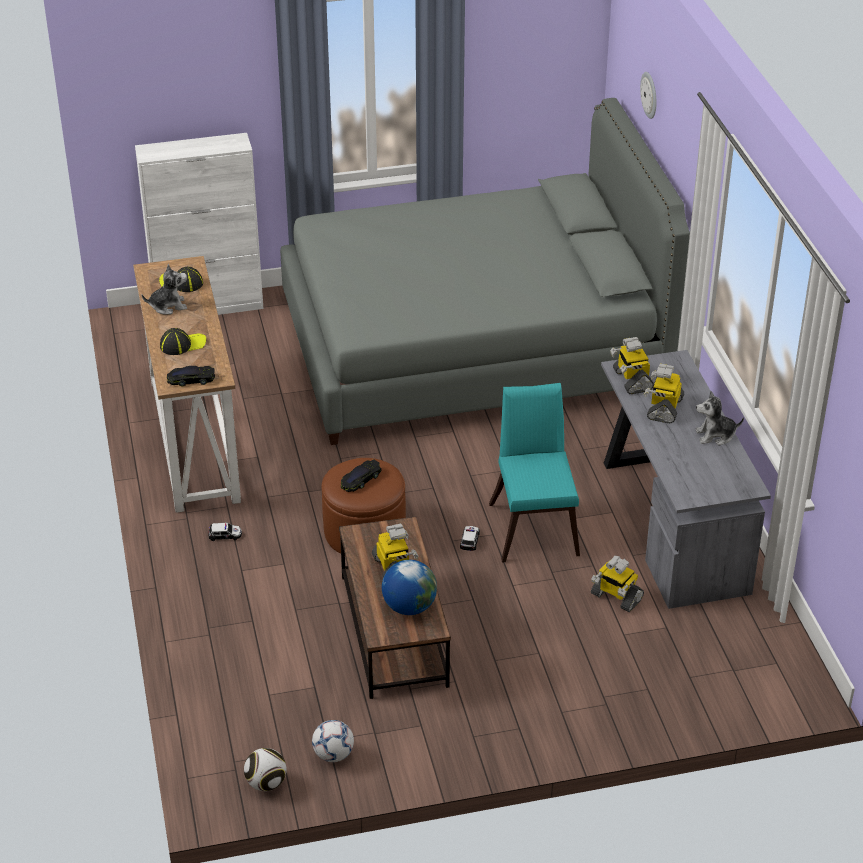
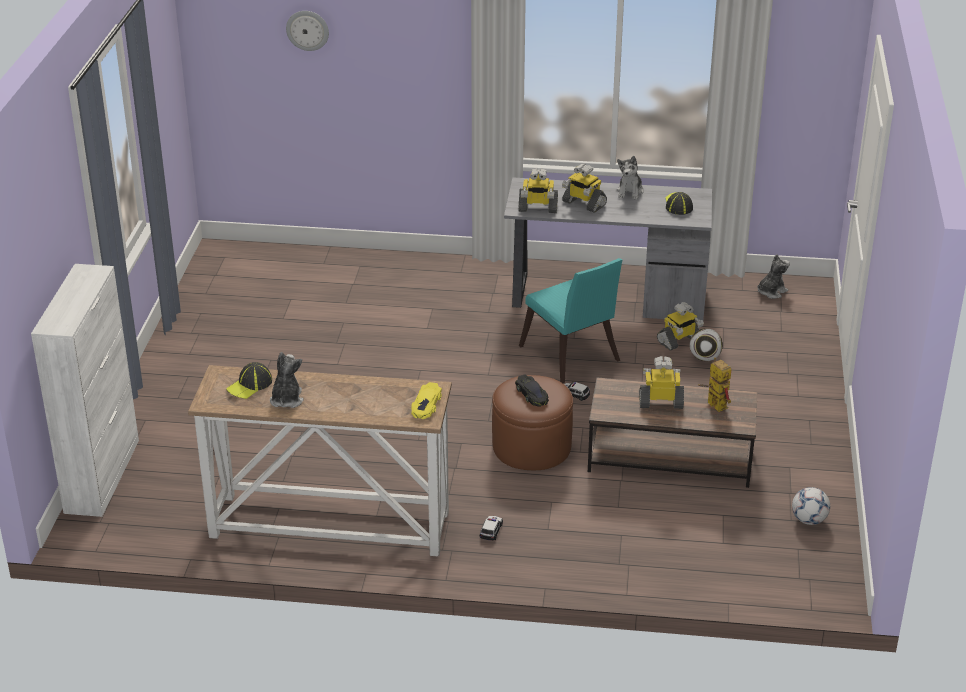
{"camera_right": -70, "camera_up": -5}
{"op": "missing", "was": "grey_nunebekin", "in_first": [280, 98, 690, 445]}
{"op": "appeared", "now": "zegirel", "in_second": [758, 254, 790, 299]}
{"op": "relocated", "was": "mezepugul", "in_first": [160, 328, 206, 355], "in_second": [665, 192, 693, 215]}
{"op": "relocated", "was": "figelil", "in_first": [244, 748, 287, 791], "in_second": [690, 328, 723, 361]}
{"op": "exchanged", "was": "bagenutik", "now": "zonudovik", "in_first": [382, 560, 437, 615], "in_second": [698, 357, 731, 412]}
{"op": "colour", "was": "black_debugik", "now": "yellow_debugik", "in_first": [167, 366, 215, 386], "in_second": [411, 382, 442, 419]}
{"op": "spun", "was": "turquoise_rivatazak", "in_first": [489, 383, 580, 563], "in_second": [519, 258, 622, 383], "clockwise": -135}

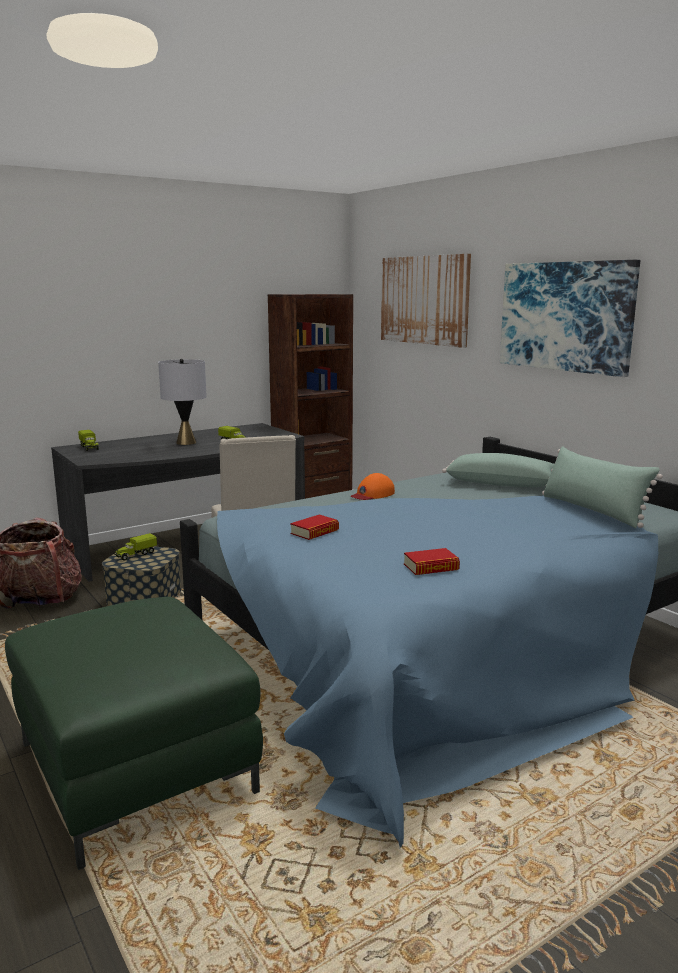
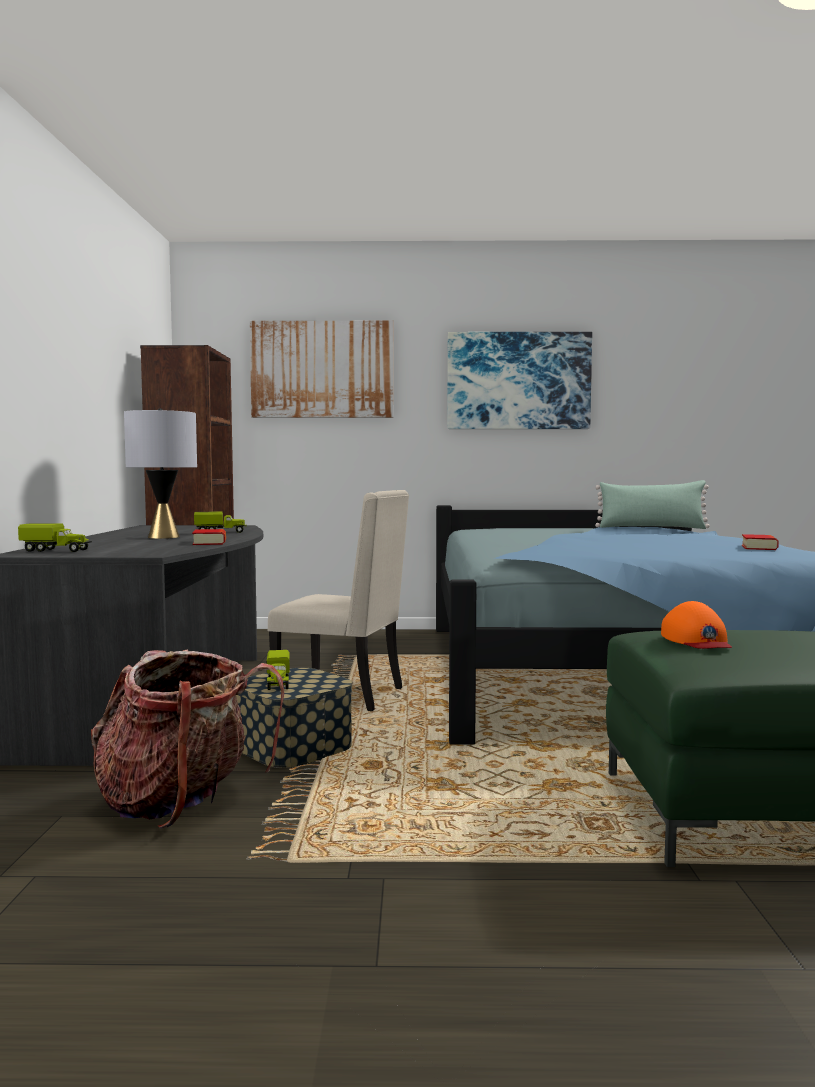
{"camera_right": -55, "camera_up": -10}
{"op": "missing", "was": "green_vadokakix", "in_first": [442, 453, 554, 487]}
{"op": "relocated", "was": "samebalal", "in_first": [290, 515, 339, 540], "in_second": [192, 529, 226, 545]}
{"op": "relocated", "was": "orange_mezepugul", "in_first": [350, 473, 395, 500], "in_second": [661, 601, 732, 649]}

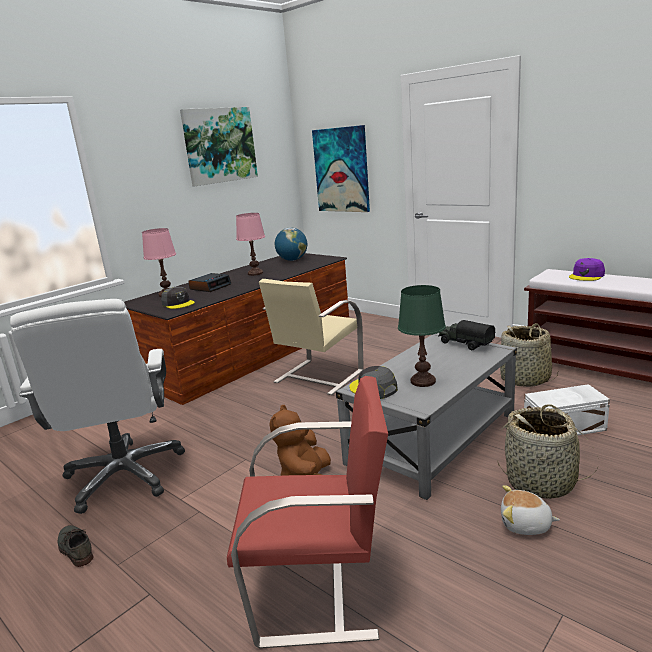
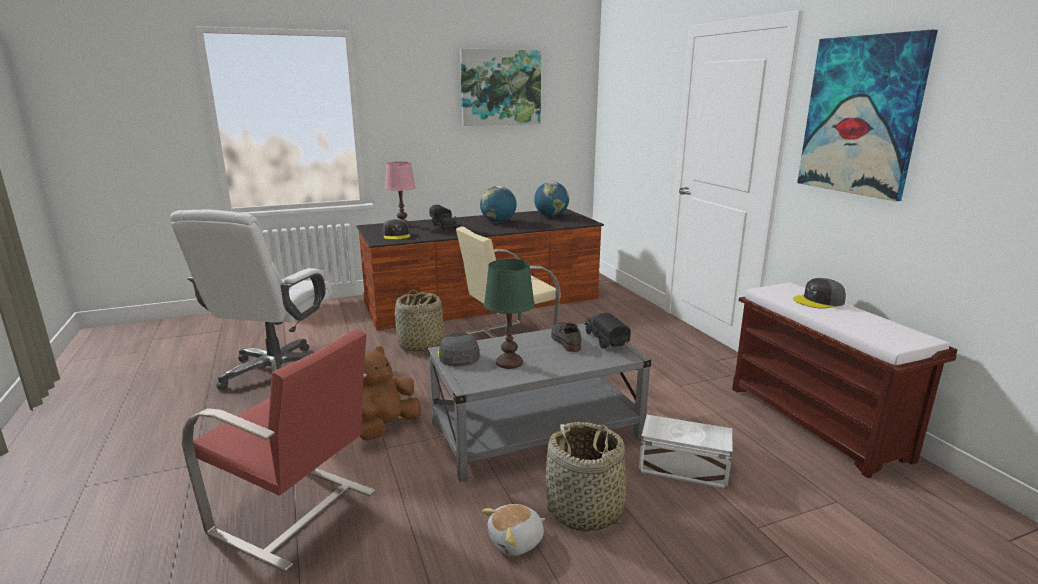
{"camera_right": 25, "camera_up": 0}
{"op": "relocated", "was": "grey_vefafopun", "in_first": [58, 525, 94, 567], "in_second": [551, 323, 582, 352]}
{"op": "relocated", "was": "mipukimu", "in_first": [312, 125, 370, 212], "in_second": [797, 30, 938, 201]}
{"op": "relocated", "was": "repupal", "in_first": [500, 323, 559, 387], "in_second": [395, 290, 445, 352]}
{"op": "exchanged", "was": "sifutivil", "now": "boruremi", "in_first": [188, 273, 231, 292], "in_second": [429, 205, 457, 230]}
{"op": "exchanged", "was": "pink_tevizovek", "now": "bagenutik", "in_first": [236, 213, 265, 276], "in_second": [480, 186, 517, 223]}
{"op": "colour", "was": "purple_mezepugul", "now": "grey_mezepugul", "in_first": [569, 258, 605, 281], "in_second": [793, 278, 846, 309]}
{"op": "spun", "was": "zegirel", "in_first": [501, 485, 560, 535], "in_second": [482, 504, 545, 556], "clockwise": -75}

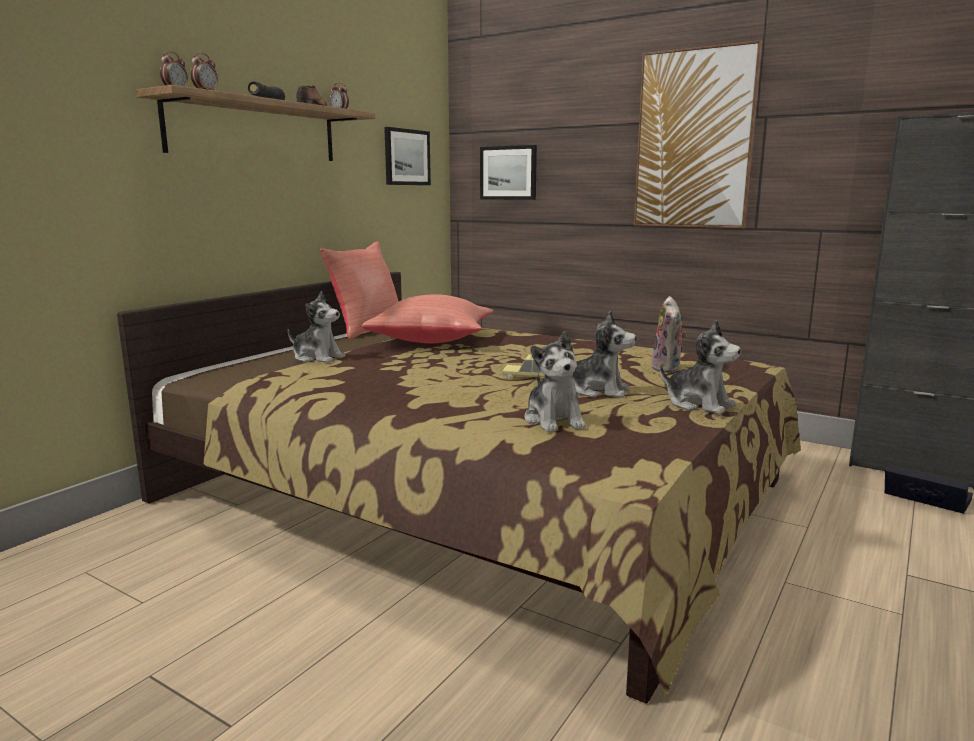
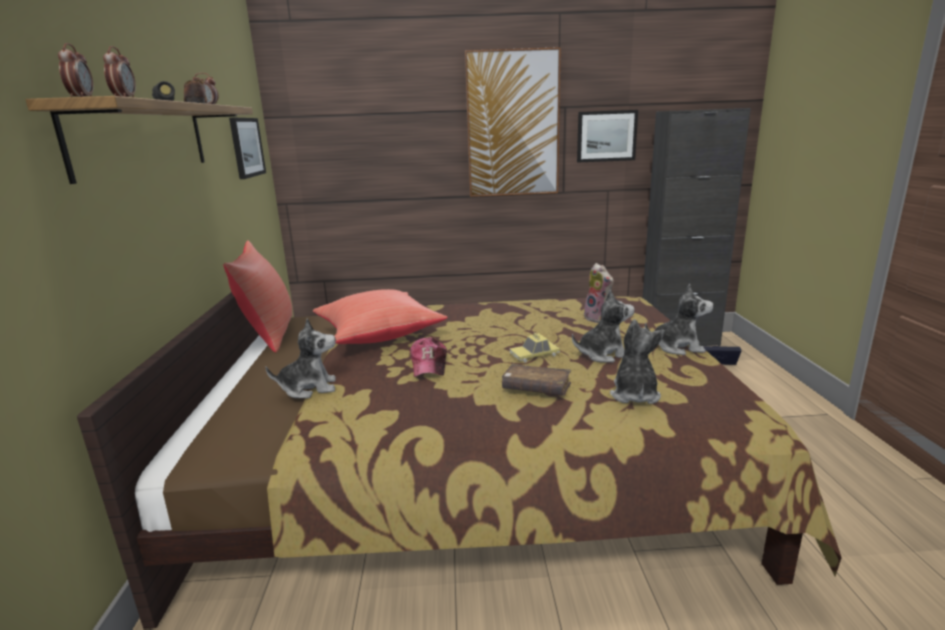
{"camera_right": -35, "camera_up": 5}
{"op": "appeared", "now": "mezepugul", "in_second": [410, 337, 447, 377]}
{"op": "appeared", "now": "brown_samebalal", "in_second": [502, 364, 571, 396]}
{"op": "relocated", "was": "mipukimu", "in_first": [480, 145, 537, 200], "in_second": [577, 110, 638, 162]}
{"op": "spun", "was": "zegirel", "in_first": [525, 331, 586, 432], "in_second": [610, 319, 665, 404], "clockwise": -120}

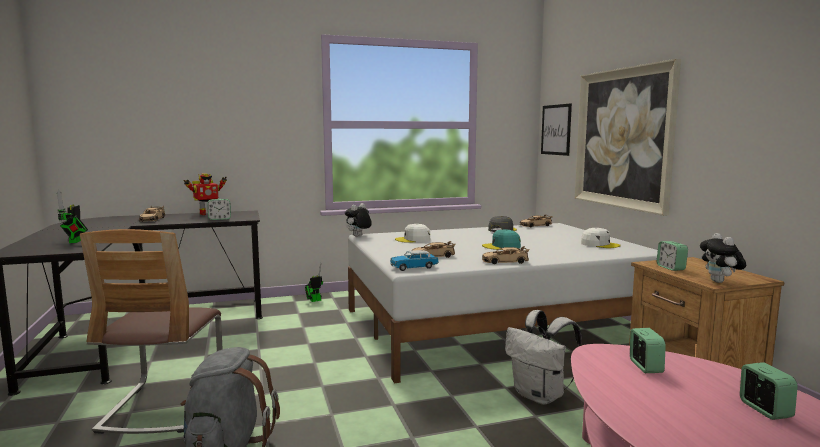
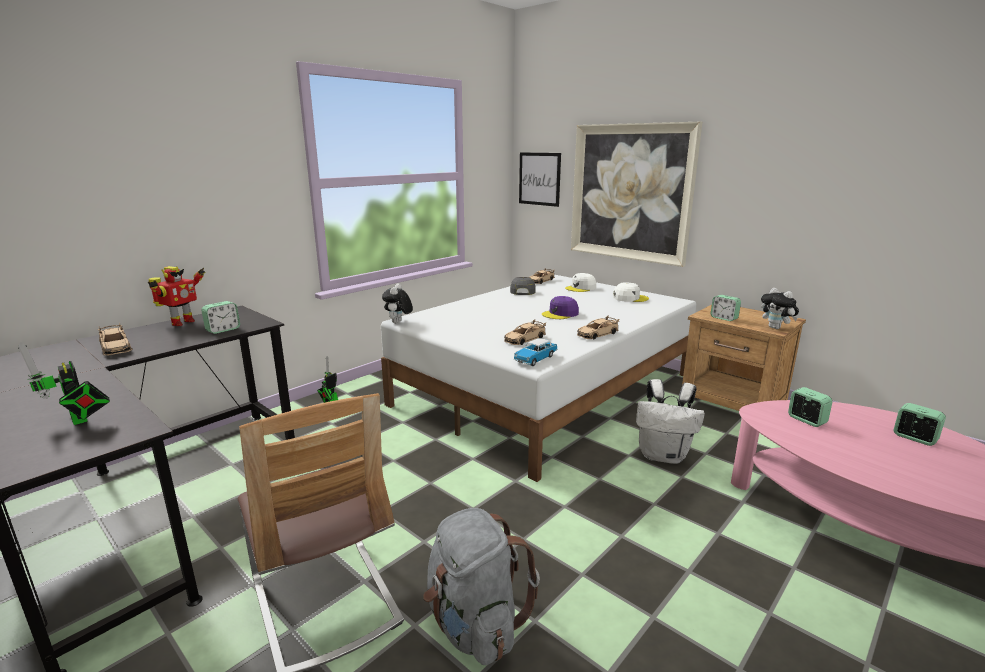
{"camera_right": -30, "camera_up": 10}
{"op": "relocated", "was": "white_mezepugul", "in_first": [395, 224, 431, 243], "in_second": [565, 273, 596, 292]}
{"op": "colour", "was": "turquoise_mezepugul", "now": "purple_mezepugul", "in_first": [482, 229, 521, 250], "in_second": [542, 296, 579, 319]}

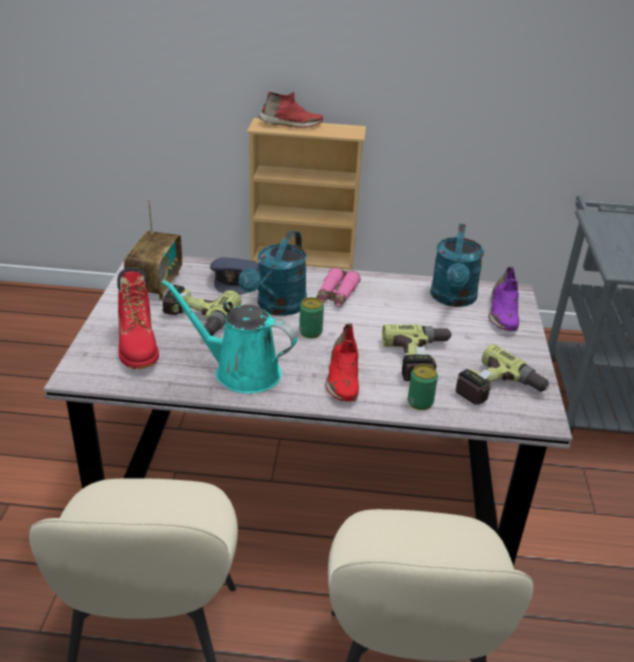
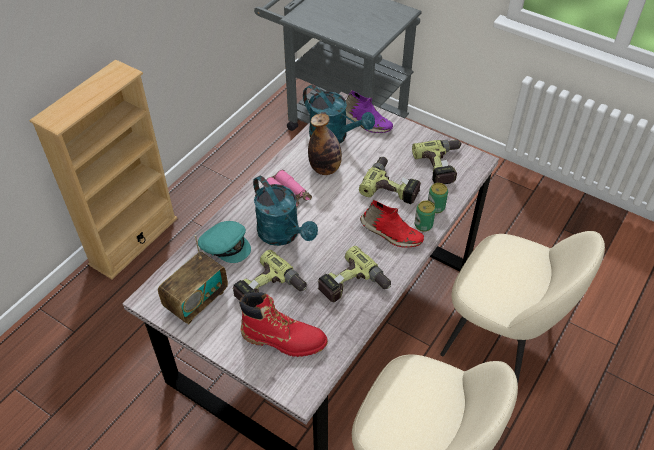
{"camera_right": -60, "camera_up": 15}
{"op": "missing", "was": "red_vefafopun", "in_first": [259, 91, 323, 128]}
{"op": "appeared", "now": "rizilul", "in_second": [308, 113, 342, 175]}
{"op": "relocated", "was": "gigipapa", "in_first": [299, 297, 324, 338], "in_second": [415, 201, 436, 232]}
{"op": "exchanged", "was": "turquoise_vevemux", "now": "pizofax", "in_first": [161, 279, 297, 394], "in_second": [318, 246, 391, 302]}
{"op": "colour", "was": "grey_mezepugul", "now": "turquoise_mezepugul", "in_first": [210, 257, 259, 295], "in_second": [198, 221, 251, 263]}
{"op": "spun", "was": "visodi", "in_first": [124, 200, 182, 300], "in_second": [158, 235, 228, 324], "clockwise": 90}

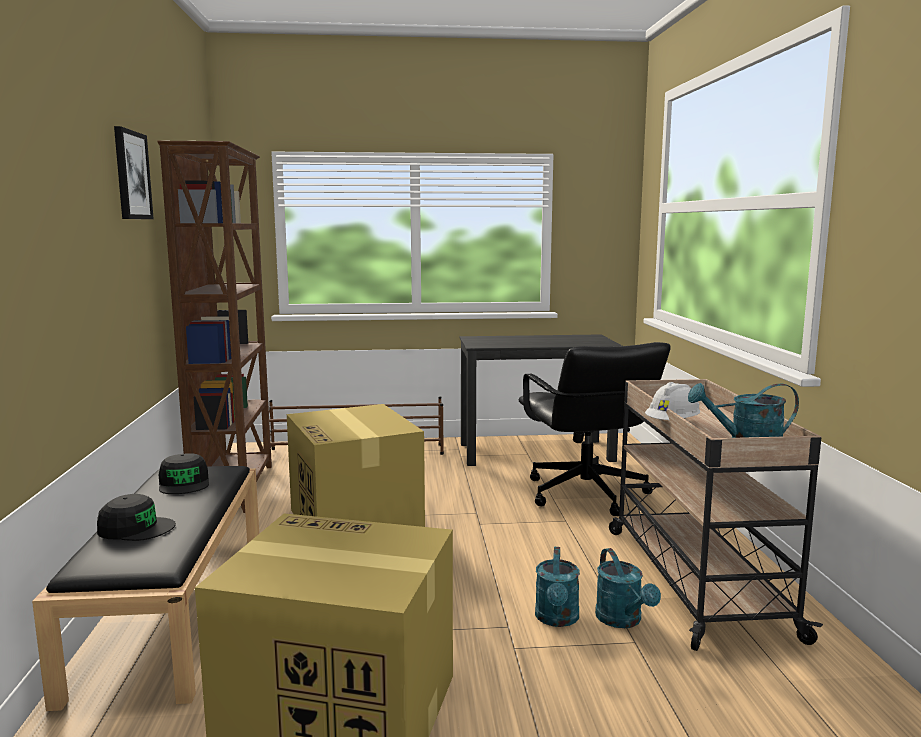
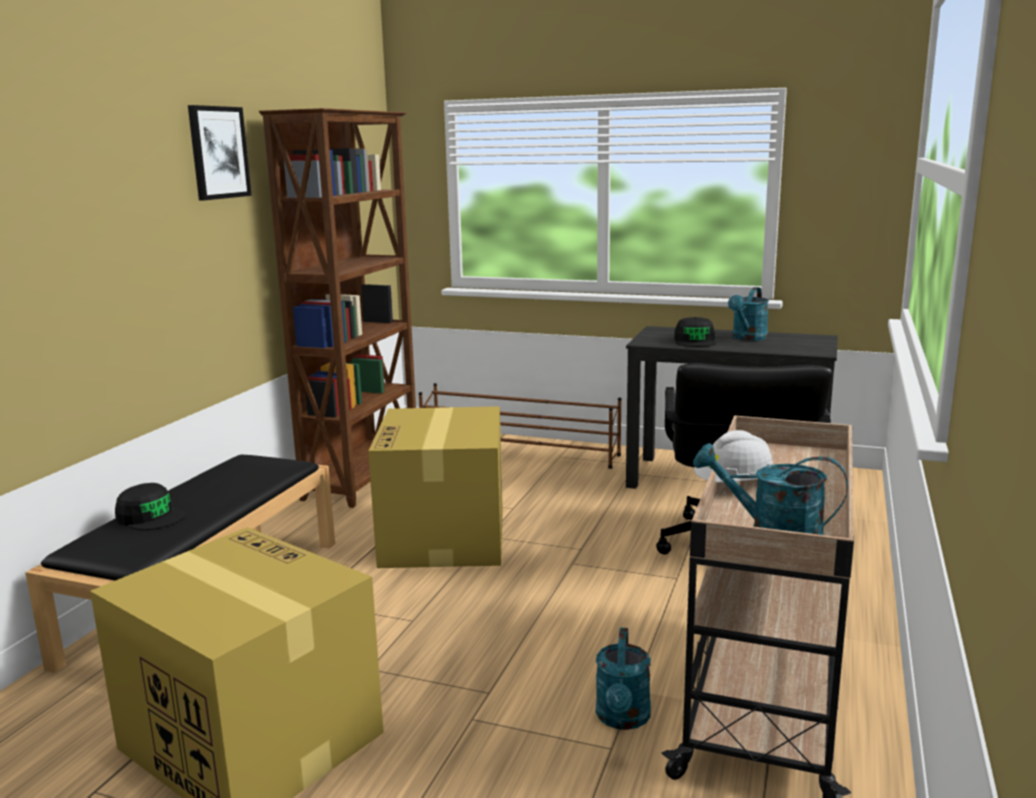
{"camera_right": 25, "camera_up": 5}
{"op": "relocated", "was": "black_mezepugul", "in_first": [159, 453, 209, 494], "in_second": [674, 317, 716, 347]}
{"op": "relocated", "was": "turquoise_vevemux", "in_first": [535, 547, 580, 627], "in_second": [728, 287, 769, 341]}

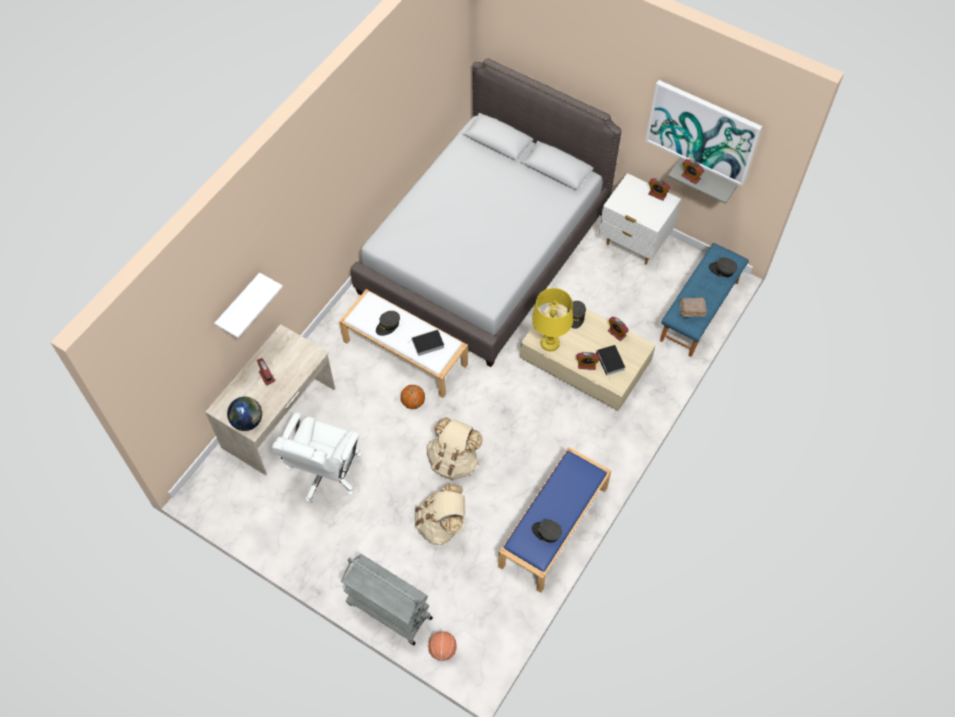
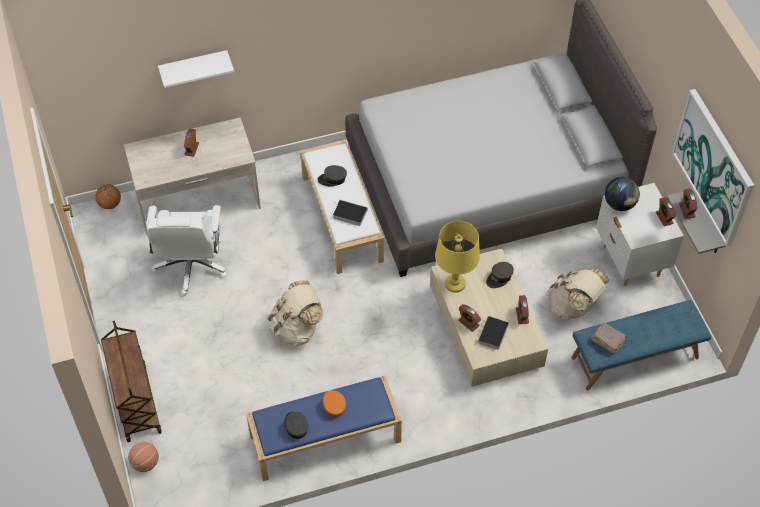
{"camera_right": 40, "camera_up": -5}
{"op": "missing", "was": "grey_mezepugul", "in_first": [709, 257, 737, 277]}
{"op": "appeared", "now": "orange_mezepugul", "in_second": [323, 390, 346, 417]}
{"op": "relocated", "was": "bagenutik", "in_first": [227, 397, 262, 431], "in_second": [605, 177, 640, 211]}
{"op": "relocated", "was": "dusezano", "in_first": [401, 385, 425, 409], "in_second": [96, 184, 121, 209]}
{"op": "relocated", "was": "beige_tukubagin", "in_first": [415, 484, 465, 545], "in_second": [548, 269, 609, 320]}
{"op": "colour", "was": "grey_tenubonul", "now": "brown_tenubonul", "in_first": [341, 554, 433, 645], "in_second": [101, 321, 162, 442]}
{"op": "spun", "was": "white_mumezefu", "in_first": [272, 413, 362, 503], "in_second": [146, 205, 227, 296], "clockwise": -60}

